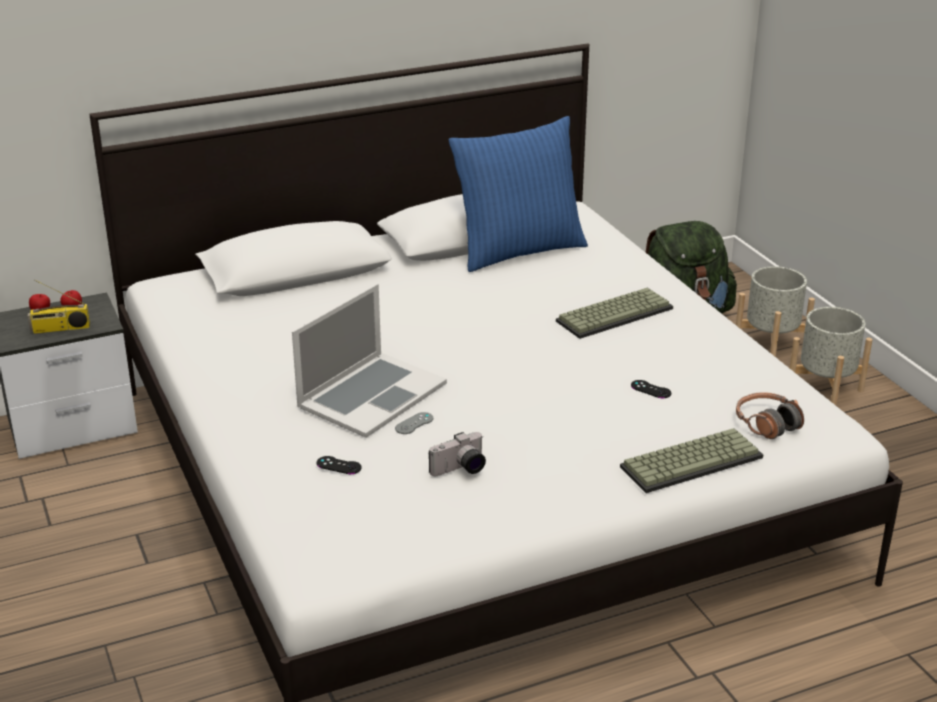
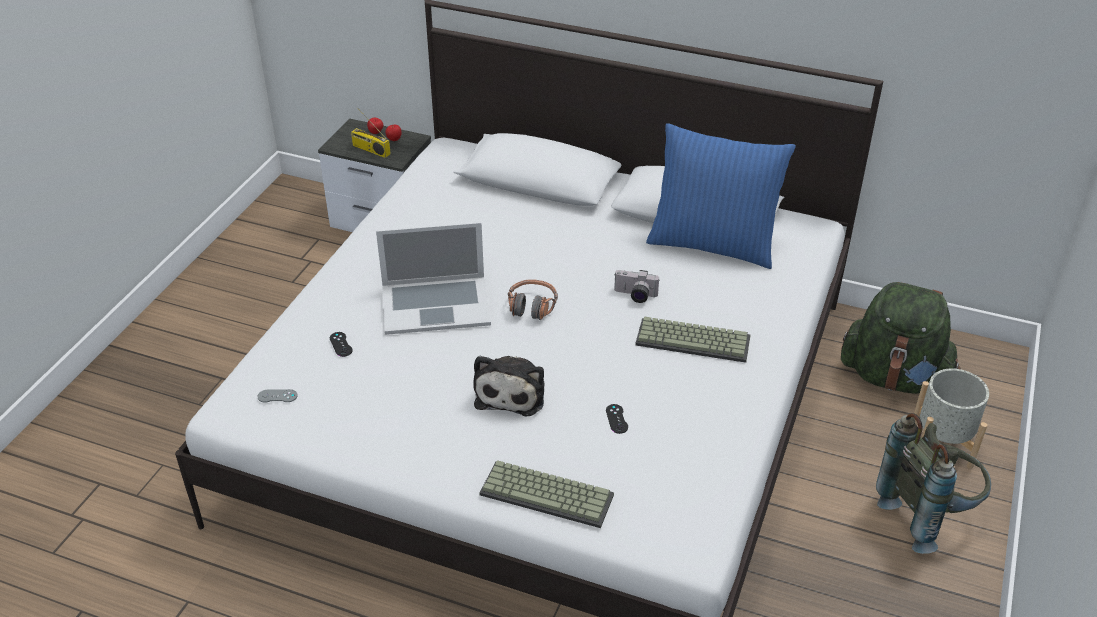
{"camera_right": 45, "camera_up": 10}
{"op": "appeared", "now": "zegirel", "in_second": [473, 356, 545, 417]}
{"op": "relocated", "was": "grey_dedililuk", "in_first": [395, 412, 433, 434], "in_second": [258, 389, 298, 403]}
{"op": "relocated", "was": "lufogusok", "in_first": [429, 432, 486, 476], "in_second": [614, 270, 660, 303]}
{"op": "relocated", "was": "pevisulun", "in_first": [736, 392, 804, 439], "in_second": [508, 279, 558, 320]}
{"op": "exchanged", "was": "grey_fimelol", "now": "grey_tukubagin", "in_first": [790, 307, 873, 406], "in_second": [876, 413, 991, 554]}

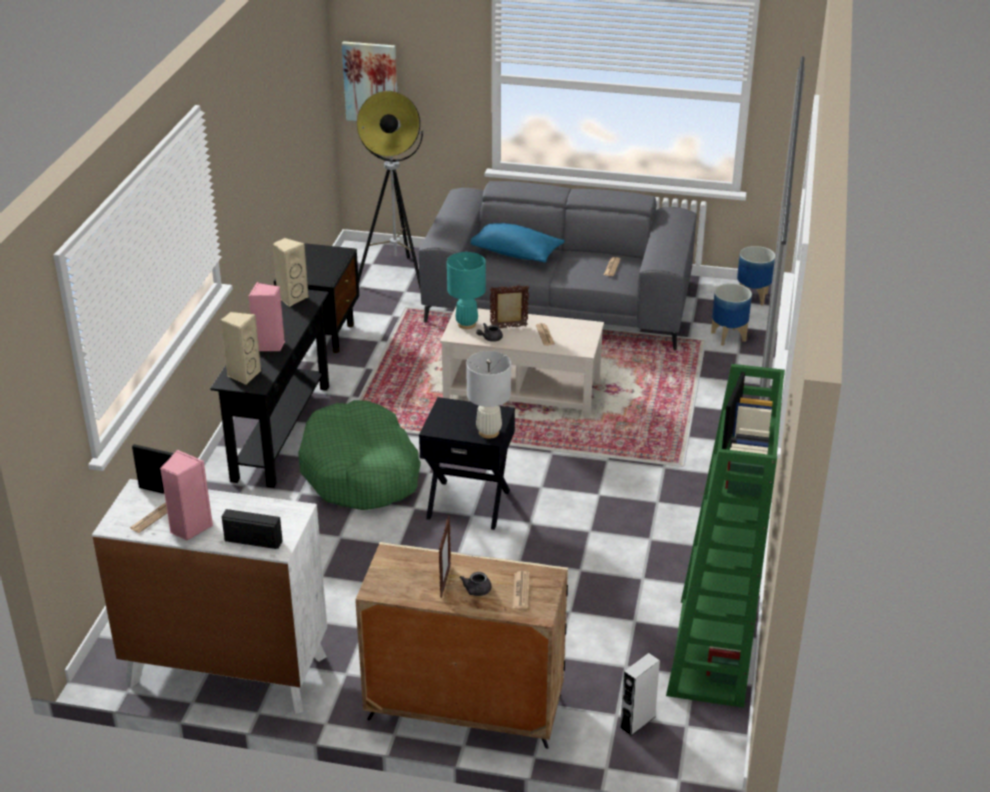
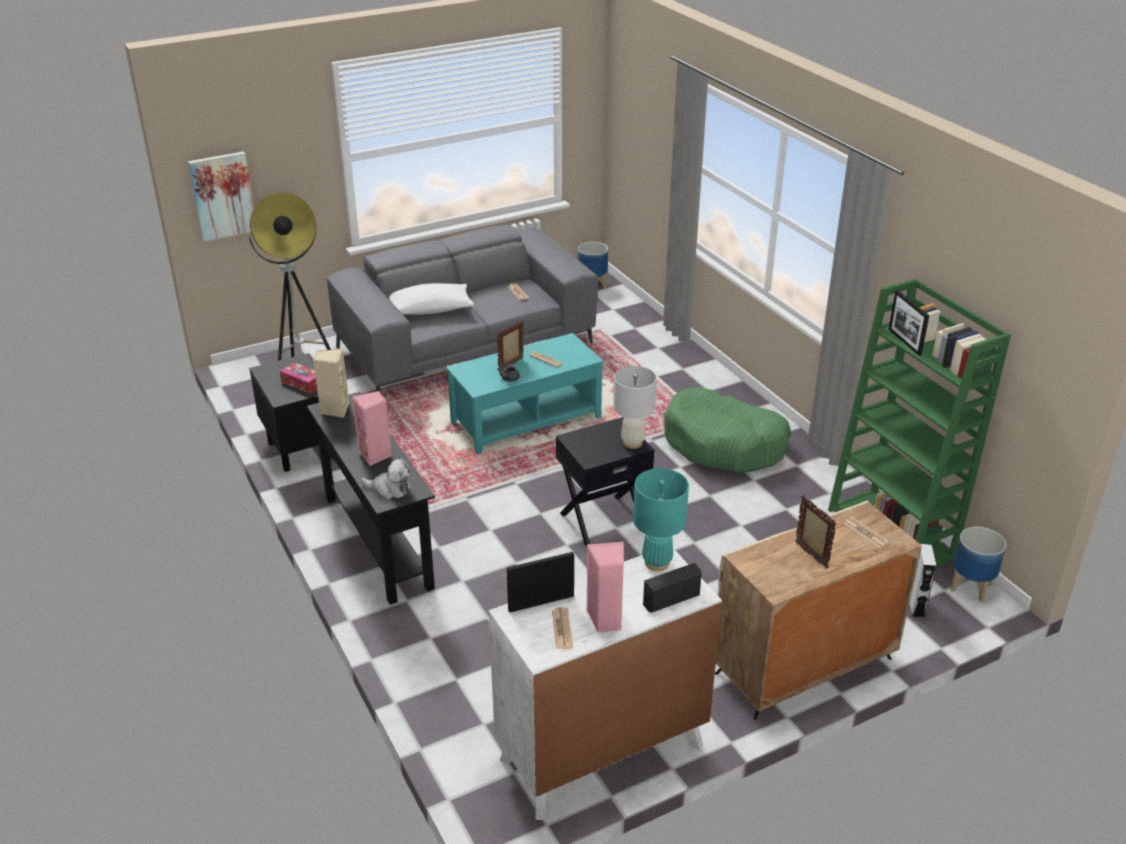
{"camera_right": -40, "camera_up": 0}
{"op": "missing", "was": "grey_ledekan", "in_first": [459, 572, 492, 596]}
{"op": "appeared", "now": "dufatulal", "in_second": [280, 362, 317, 394]}
{"op": "relocated", "was": "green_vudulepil", "in_first": [298, 400, 421, 510], "in_second": [664, 387, 791, 473]}
{"op": "relocated", "was": "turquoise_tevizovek", "in_first": [447, 252, 486, 329], "in_second": [633, 468, 689, 571]}
{"op": "relocated", "was": "fimelol", "in_first": [711, 284, 752, 346], "in_second": [950, 527, 1006, 602]}
{"op": "exchanged", "was": "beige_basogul", "now": "zegirel", "in_first": [220, 311, 261, 385], "in_second": [361, 459, 411, 499]}
{"op": "colour", "was": "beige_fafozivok", "now": "turquoise_fafozivok", "in_first": [440, 307, 604, 419], "in_second": [446, 333, 604, 455]}
{"op": "colour", "was": "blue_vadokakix", "now": "white_vadokakix", "in_first": [471, 223, 565, 263], "in_second": [389, 283, 474, 315]}

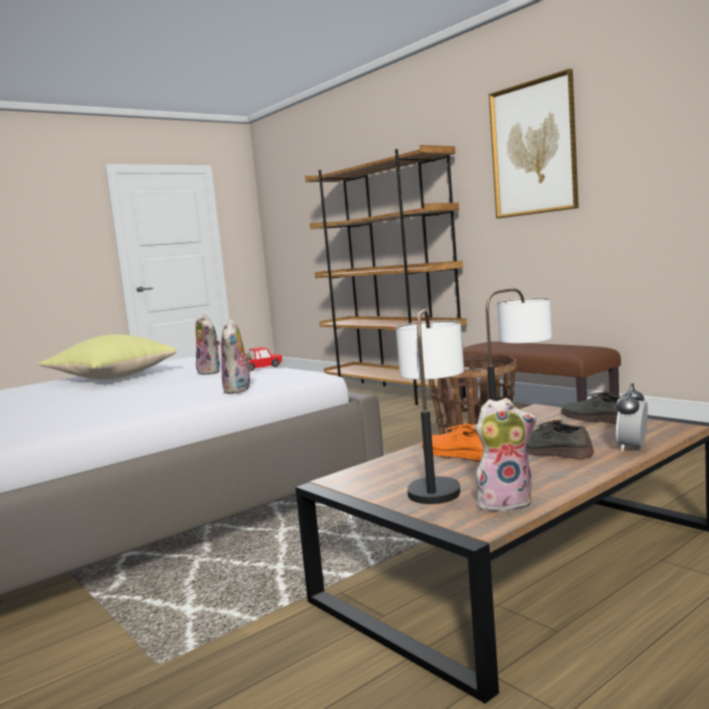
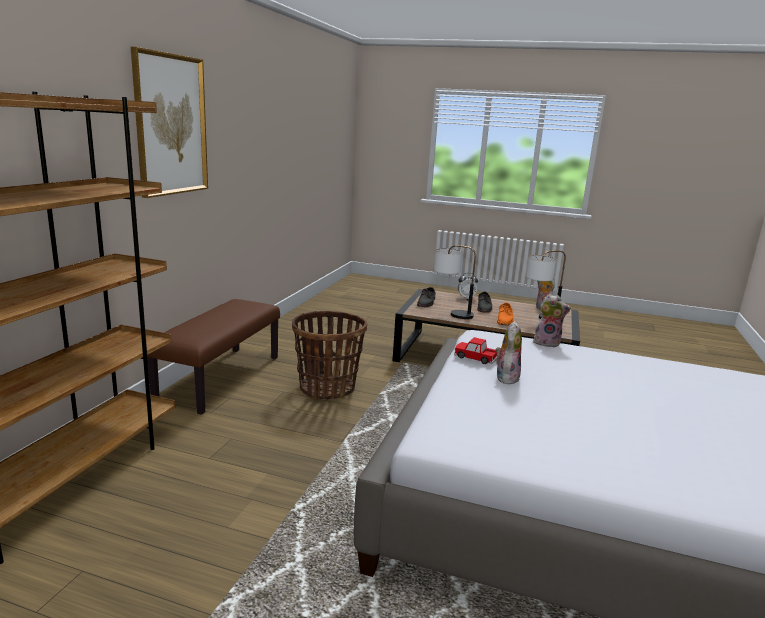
{"camera_right": -125, "camera_up": 10}
{"op": "missing", "was": "yellow_vadokakix", "in_first": [38, 334, 177, 380]}
{"op": "spun", "was": "zegirel", "in_first": [221, 320, 252, 394], "in_second": [532, 294, 571, 347], "clockwise": 45}

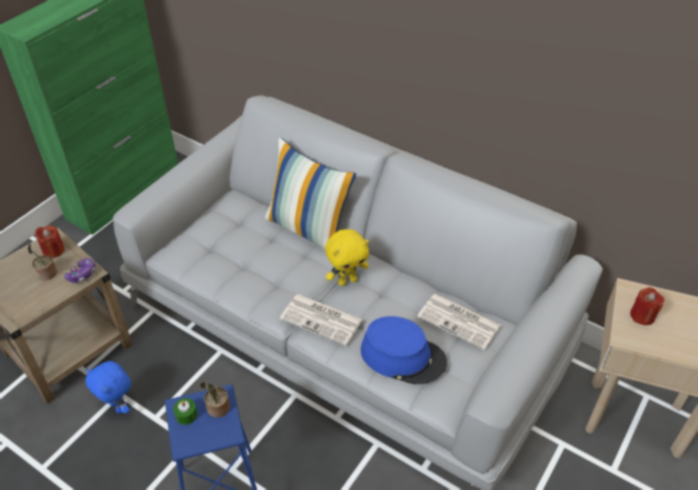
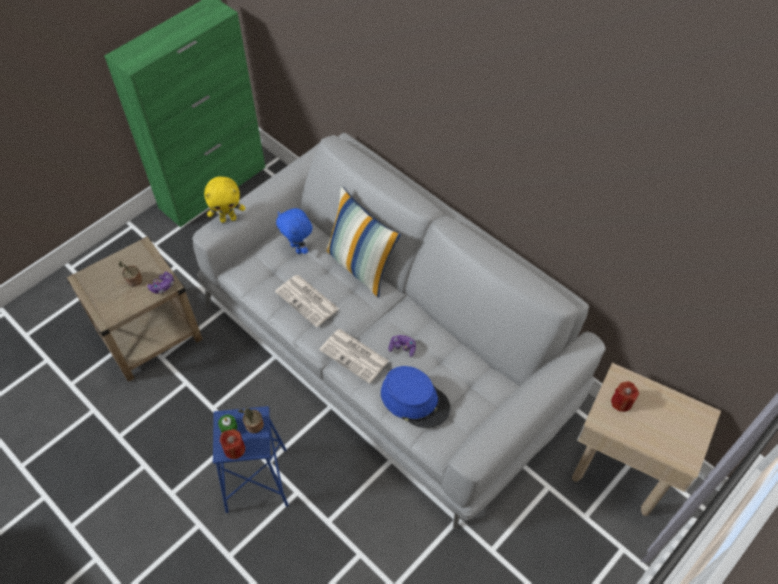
{"camera_right": 10, "camera_up": 10}
{"op": "appeared", "now": "dedililuk", "in_second": [388, 335, 416, 357]}
{"op": "relocated", "was": "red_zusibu", "in_first": [35, 225, 65, 258], "in_second": [220, 429, 245, 459]}
{"op": "relocated", "was": "blue_zegirel", "in_first": [85, 361, 131, 414], "in_second": [276, 208, 313, 254]}
{"op": "relocated", "was": "yellow_zegirel", "in_first": [325, 229, 369, 286], "in_second": [204, 177, 245, 223]}
{"op": "relocated", "was": "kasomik", "in_first": [417, 294, 501, 350], "in_second": [275, 275, 339, 327]}

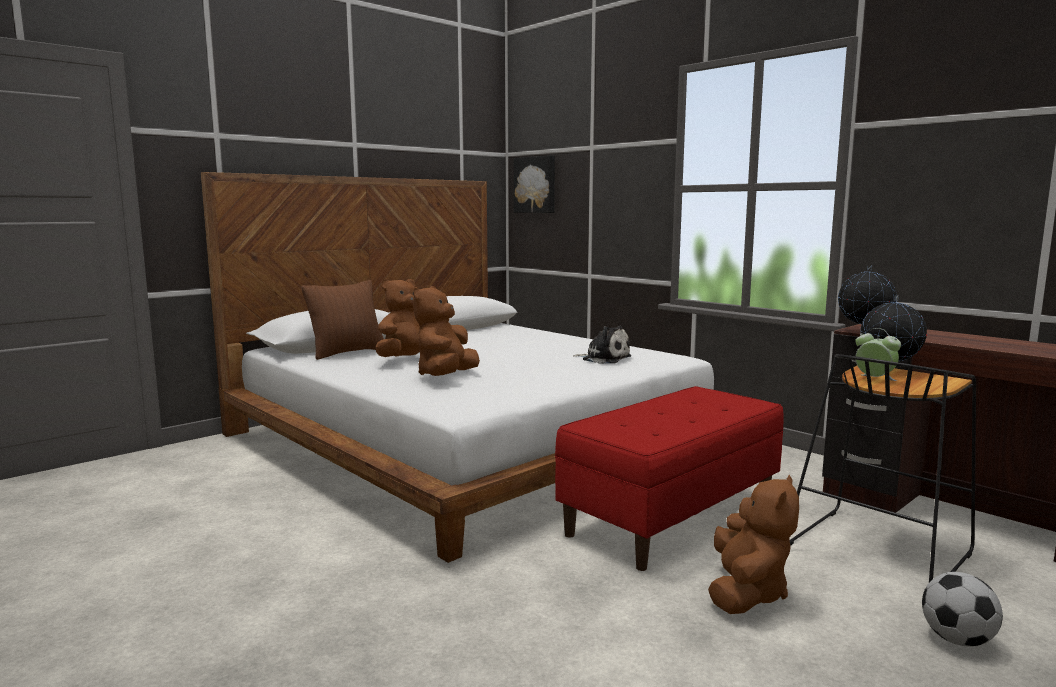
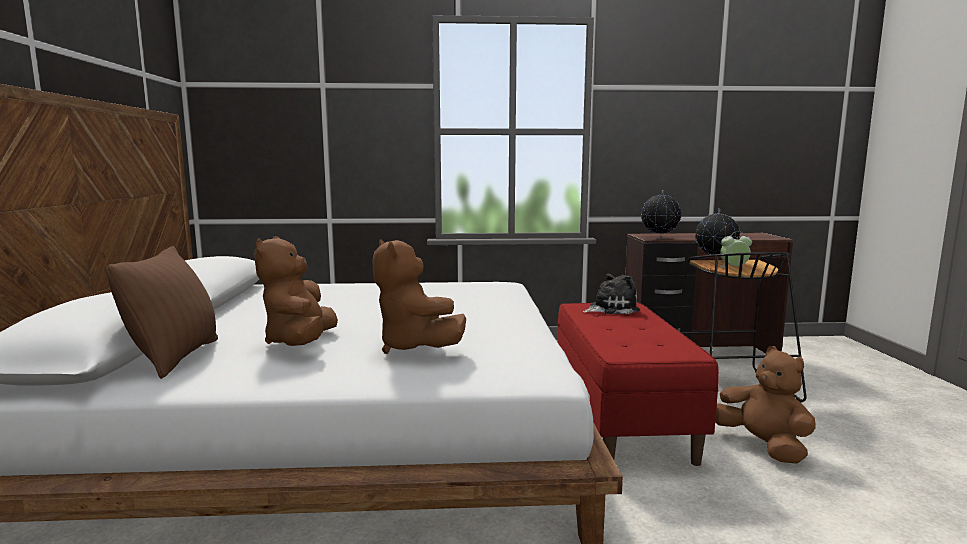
{"camera_right": -50, "camera_up": 0}
{"op": "missing", "was": "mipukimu", "in_first": [514, 155, 555, 213]}
{"op": "missing", "was": "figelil", "in_first": [922, 572, 1003, 647]}
{"op": "relocated", "was": "zegirel", "in_first": [573, 326, 631, 364], "in_second": [583, 274, 640, 314]}

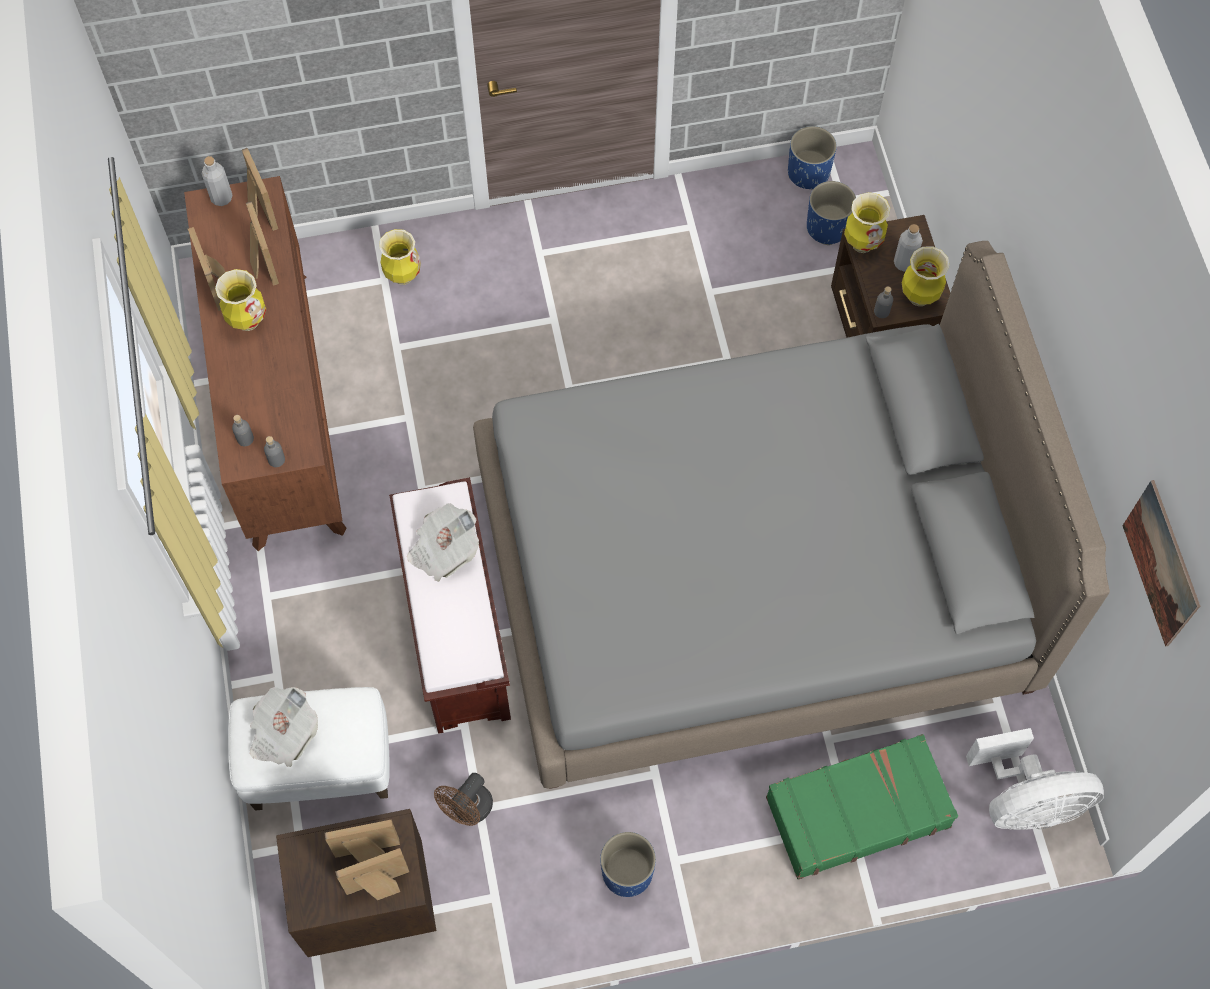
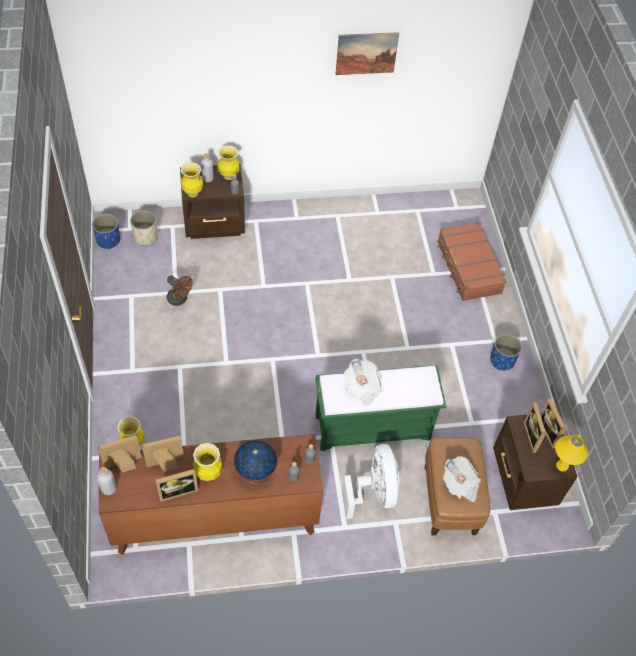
{"camera_right": -90, "camera_up": -10}
{"op": "missing", "was": "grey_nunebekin", "in_first": [473, 241, 1110, 789]}
{"op": "appeared", "now": "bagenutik", "in_second": [233, 440, 278, 483]}
{"op": "appeared", "now": "yellow_tevizovek", "in_second": [555, 435, 588, 472]}
{"op": "relocated", "was": "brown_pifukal", "in_first": [434, 773, 493, 826], "in_second": [167, 275, 193, 306]}
{"op": "relocated", "was": "white_pifukal", "in_first": [966, 728, 1104, 830], "in_second": [342, 444, 400, 519]}
{"op": "relocated", "was": "mipukimu", "in_first": [1123, 480, 1200, 647], "in_second": [336, 32, 399, 75]}
{"op": "colour", "was": "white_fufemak", "now": "brown_fufemak", "in_first": [228, 687, 390, 811], "in_second": [425, 437, 490, 535]}
{"op": "colour", "was": "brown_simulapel", "now": "green_simulapel", "in_first": [389, 477, 511, 734], "in_second": [315, 365, 447, 451]}
{"op": "colour", "was": "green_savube", "now": "brown_savube", "in_first": [766, 734, 958, 879], "in_second": [437, 223, 507, 301]}
{"op": "colour", "was": "blue_fimelol", "now": "beige_fimelol", "in_first": [807, 181, 856, 245], "in_second": [130, 210, 157, 246]}

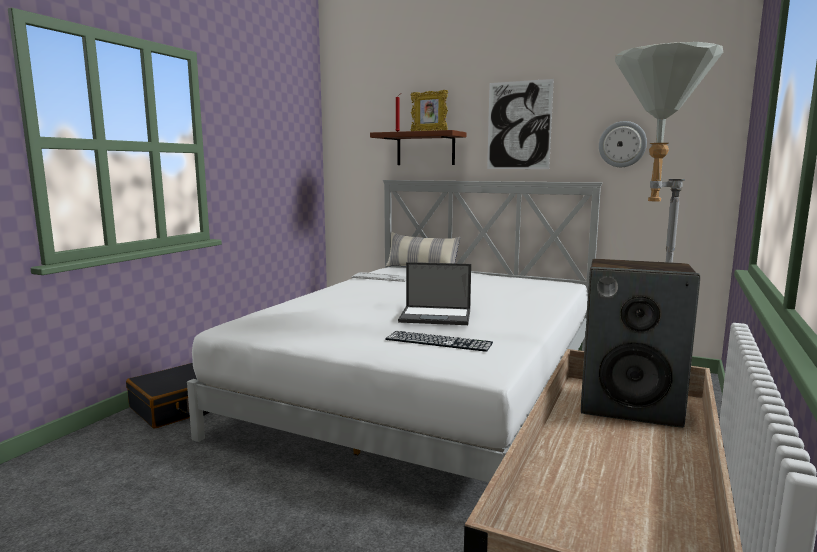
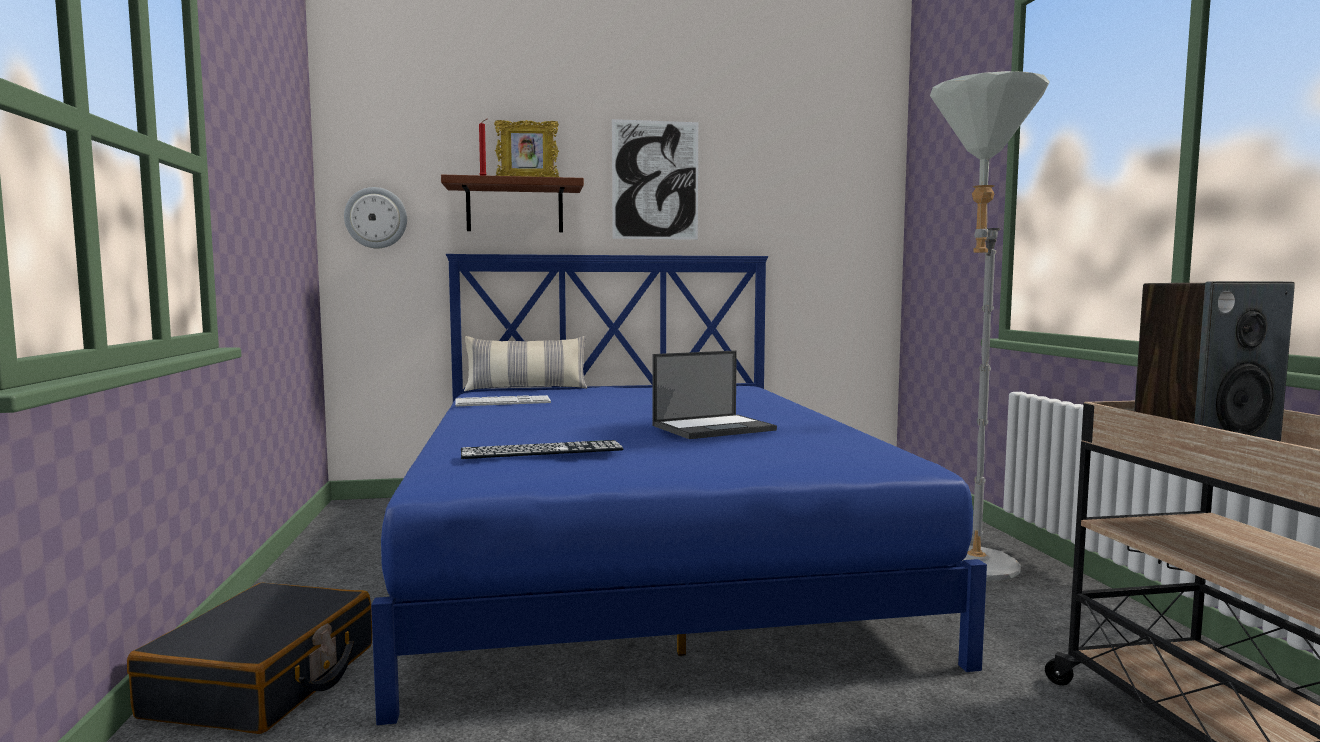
{"camera_right": -35, "camera_up": -5}
{"op": "relocated", "was": "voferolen", "in_first": [385, 331, 493, 352], "in_second": [461, 440, 624, 459]}
{"op": "relocated", "was": "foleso", "in_first": [599, 121, 647, 167], "in_second": [344, 187, 407, 248]}
{"op": "colour", "was": "white_nunebekin", "now": "blue_nunebekin", "in_first": [187, 180, 603, 482], "in_second": [371, 254, 987, 725]}

